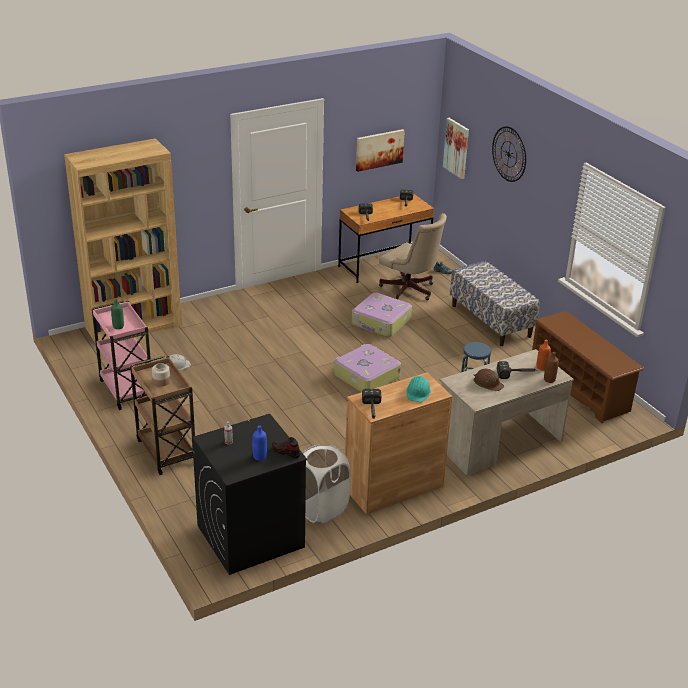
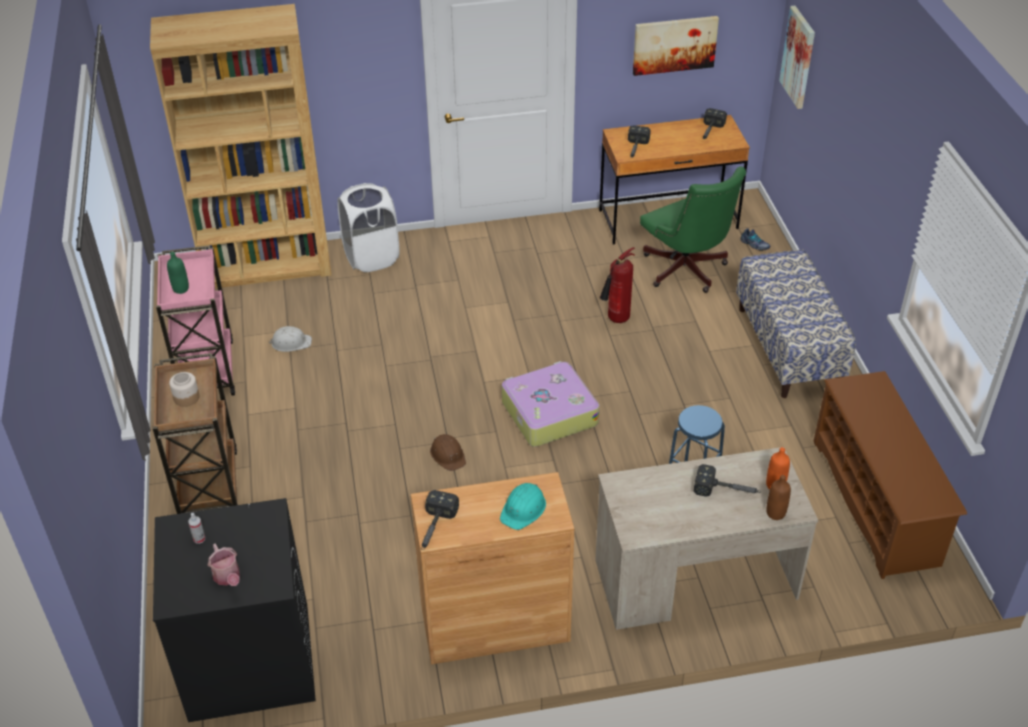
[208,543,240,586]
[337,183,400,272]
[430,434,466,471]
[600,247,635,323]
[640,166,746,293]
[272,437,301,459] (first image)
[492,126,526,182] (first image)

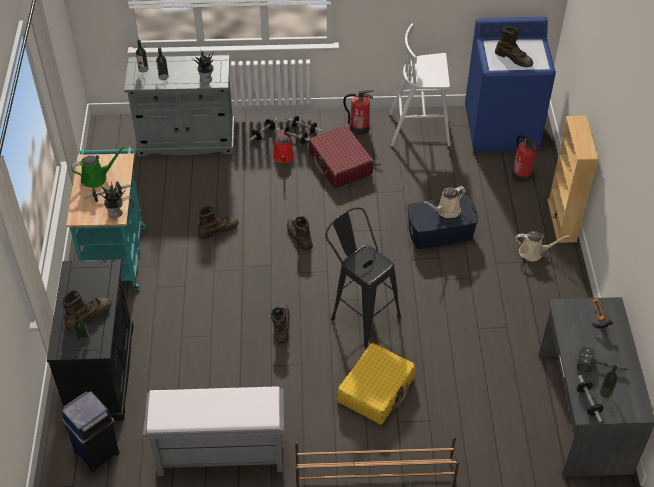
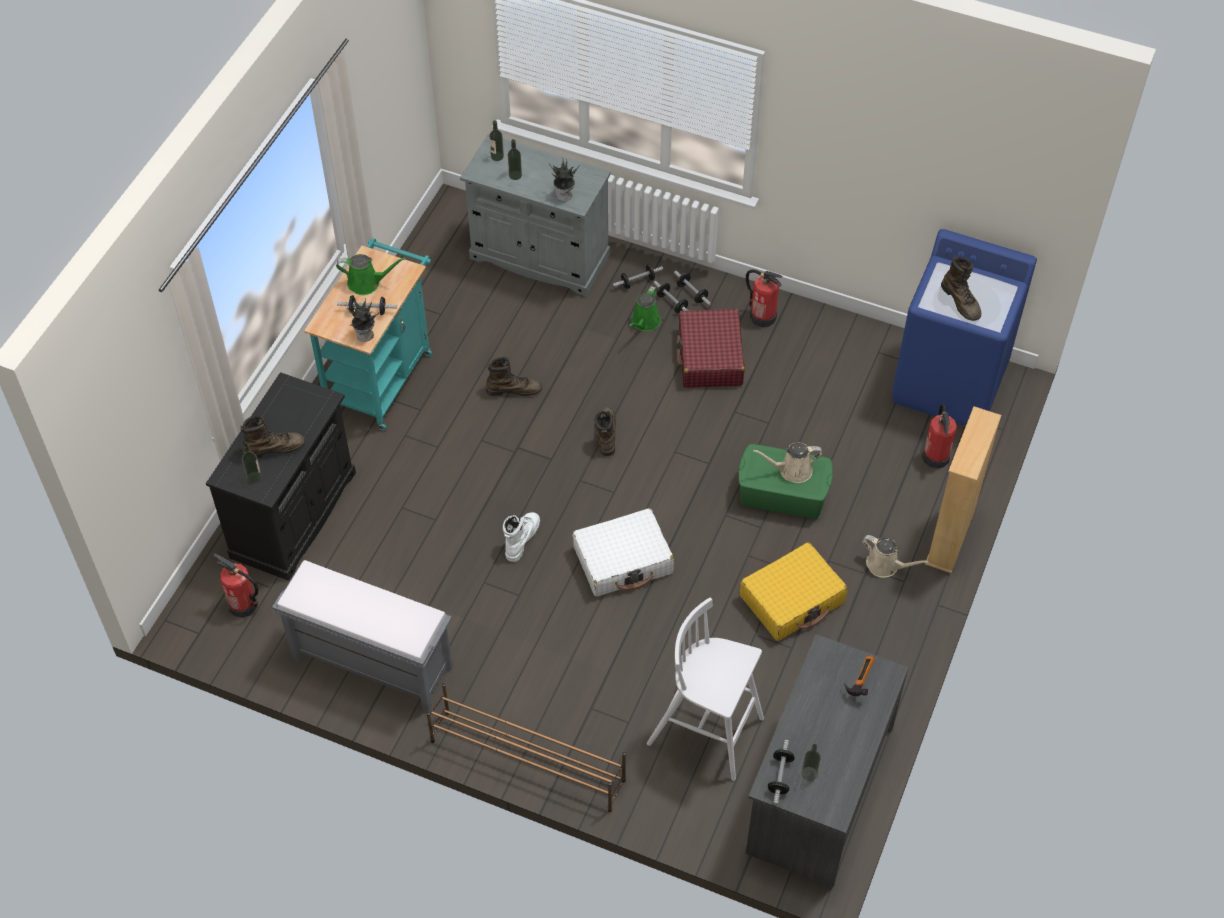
[213,554,259,618]
[503,512,540,562]
[573,508,674,597]
[629,286,661,331]
[647,598,764,781]
[738,444,833,519]
[740,542,847,641]
[577,347,629,372] (first image)

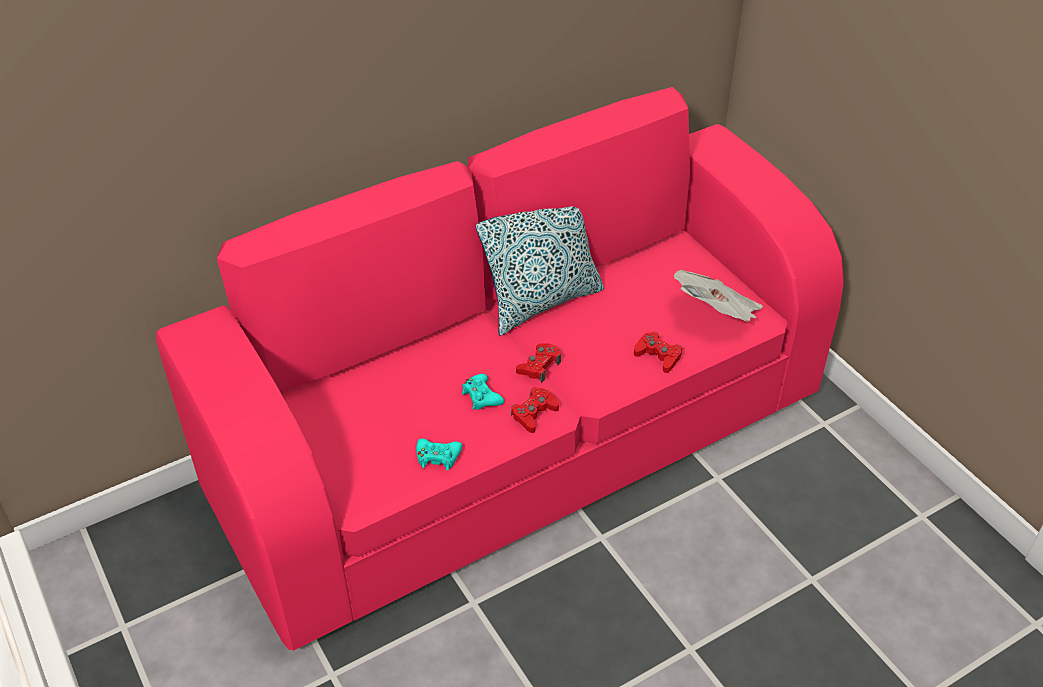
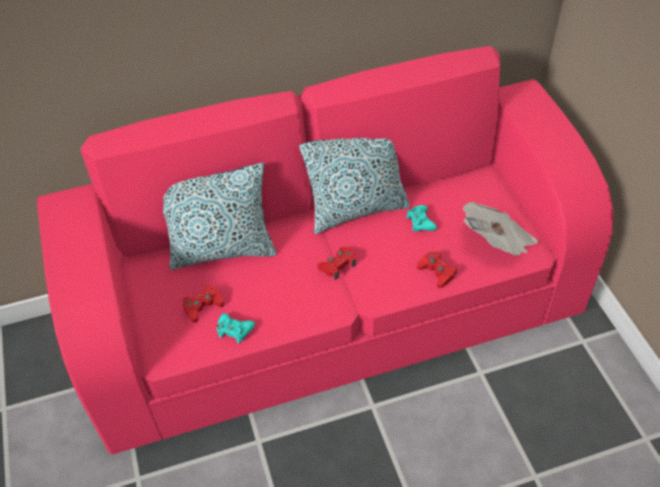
[163,163,277,270]
[182,285,224,323]
[406,205,437,232]

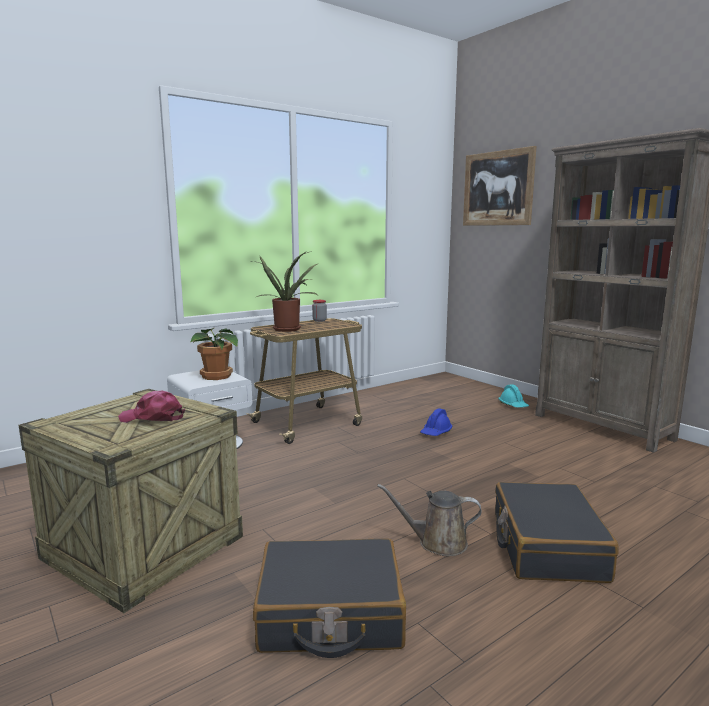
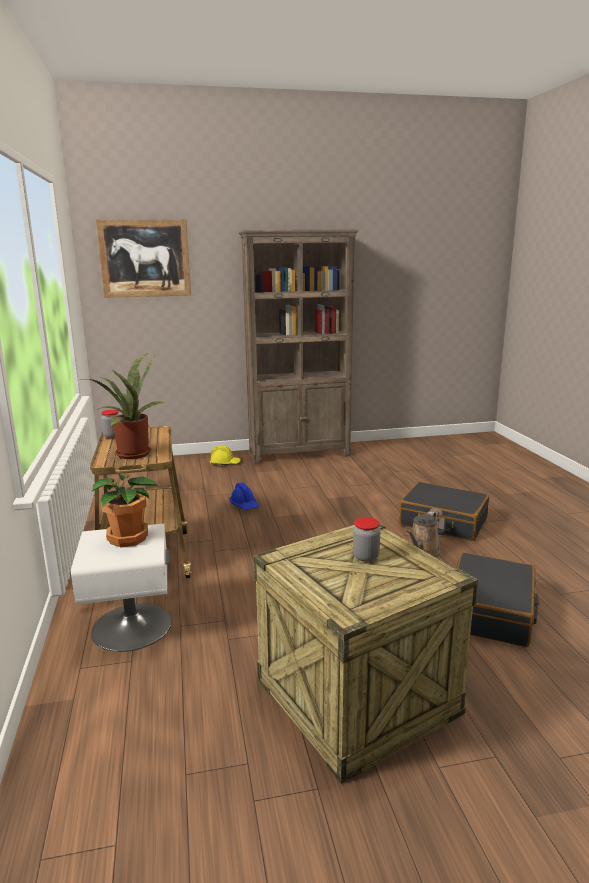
[210,446,241,466]
[353,517,380,562]

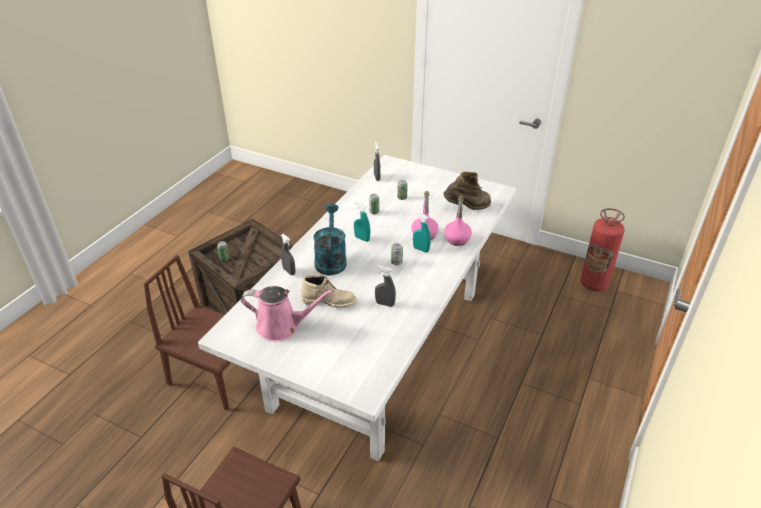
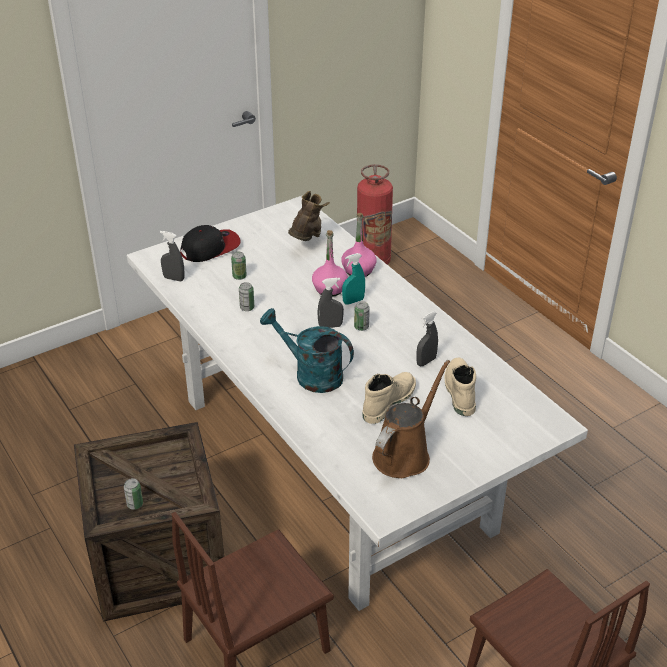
[180,225,241,262]
[317,278,344,328]
[372,360,450,478]
[445,358,476,416]
[354,202,371,242] (first image)

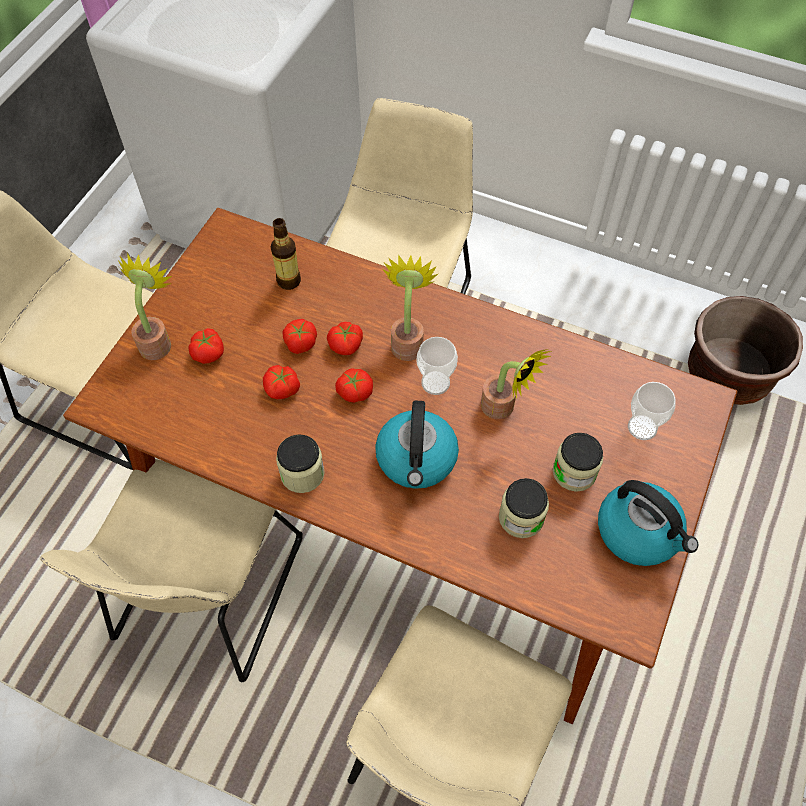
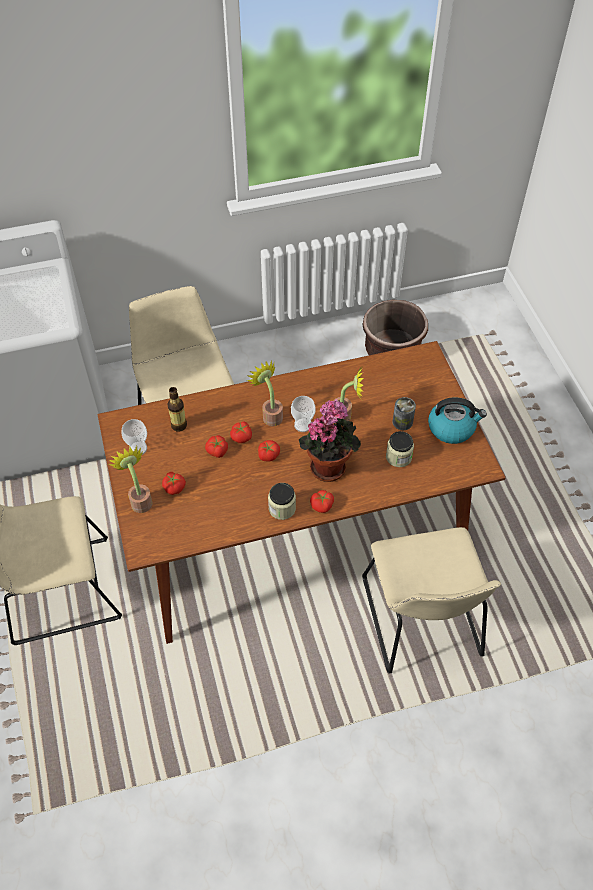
[121,419,147,455]
[299,399,361,482]
[310,490,334,513]
[392,397,416,430]
[40,459,303,682] (first image)

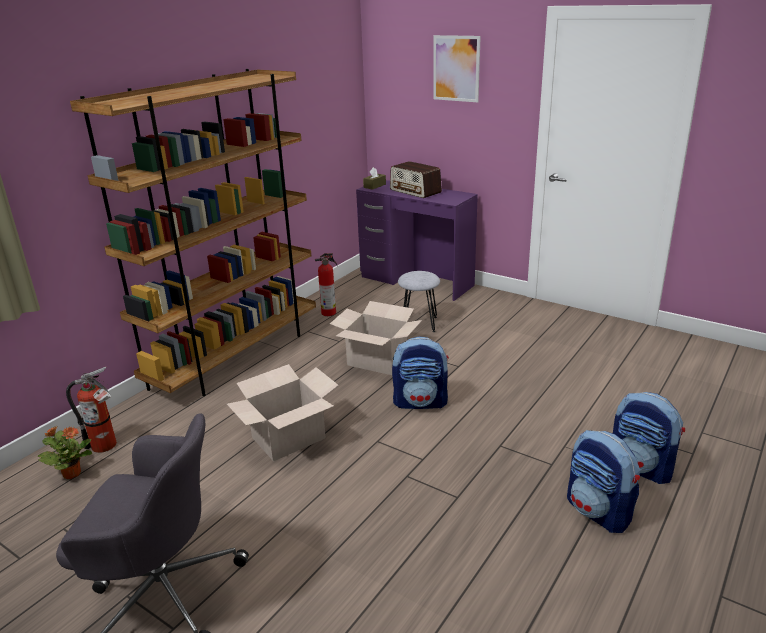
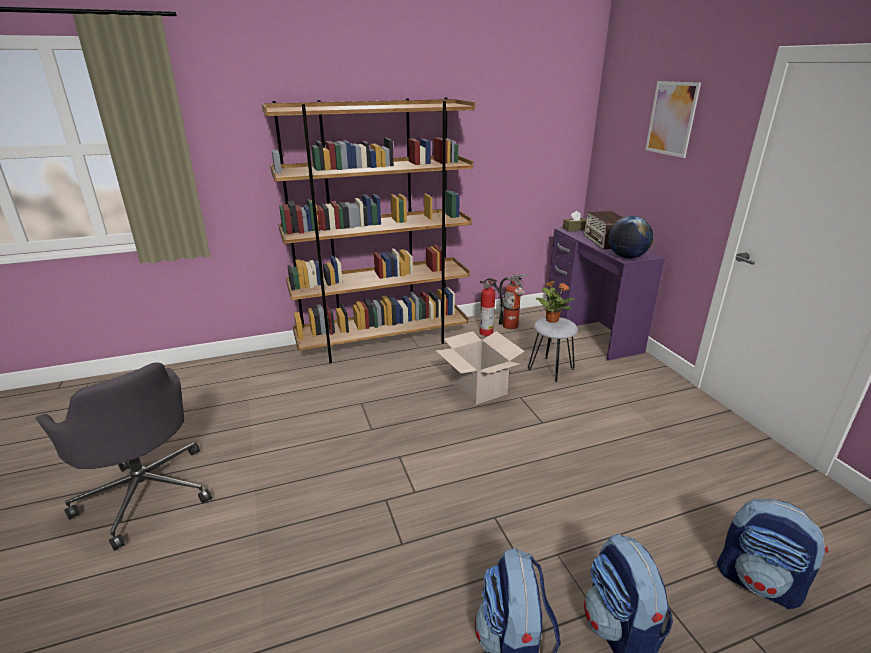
[499,274,528,329]
[535,281,575,323]
[608,216,653,259]
[717,498,828,609]
[227,364,339,461] (first image)

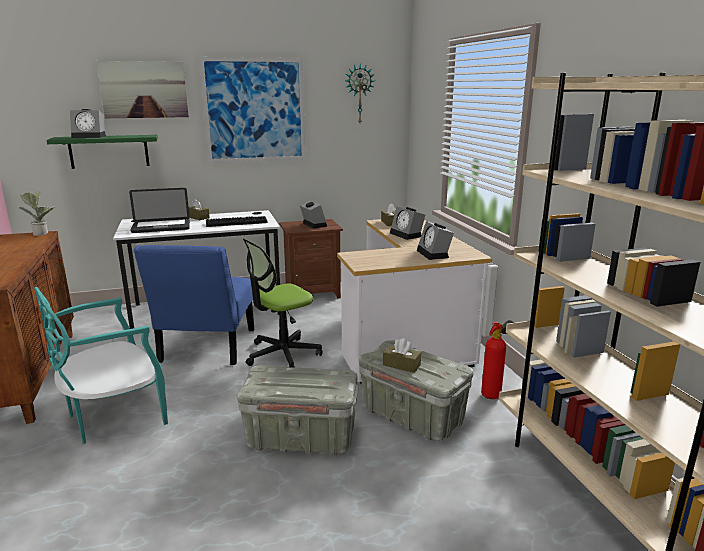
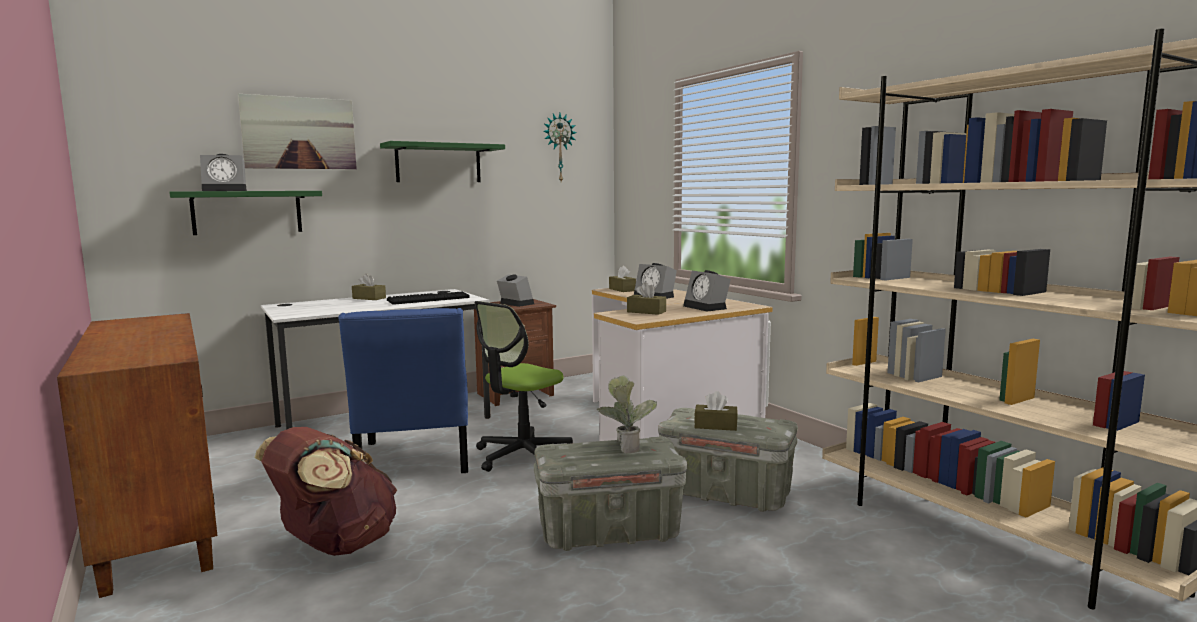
[255,427,397,556]
[380,141,505,182]
[597,375,657,454]
[627,282,666,315]
[129,188,190,233] (first image)
[481,320,514,399] (first image)

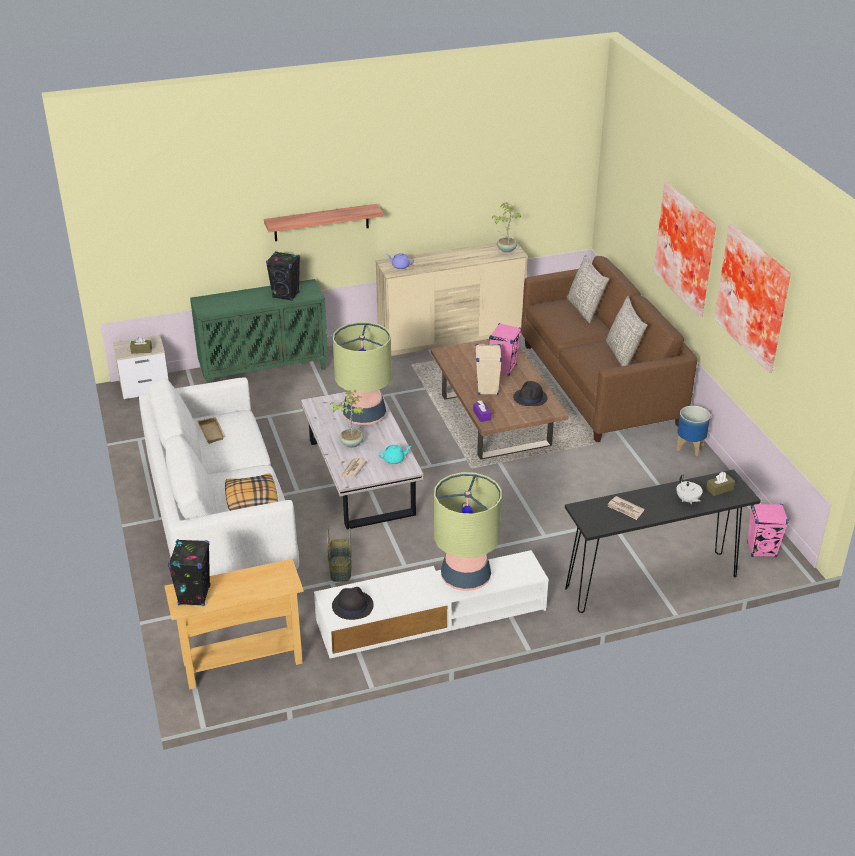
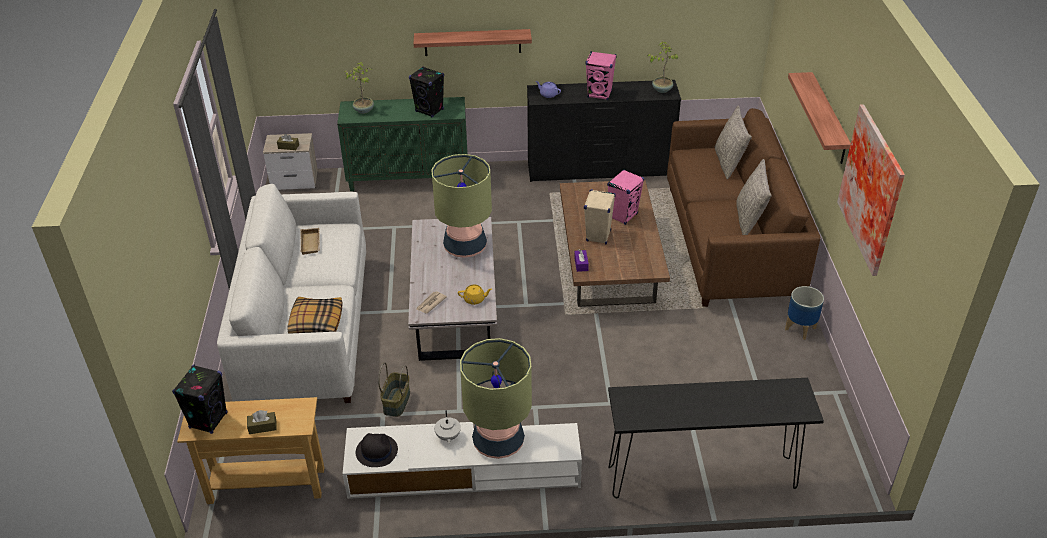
[247,410,277,434]
[345,62,374,114]
[434,410,461,443]
[458,285,492,305]
[527,80,681,182]
[586,51,617,100]
[788,72,851,164]
[513,381,548,406] (first image)
[608,496,644,520] (first image)

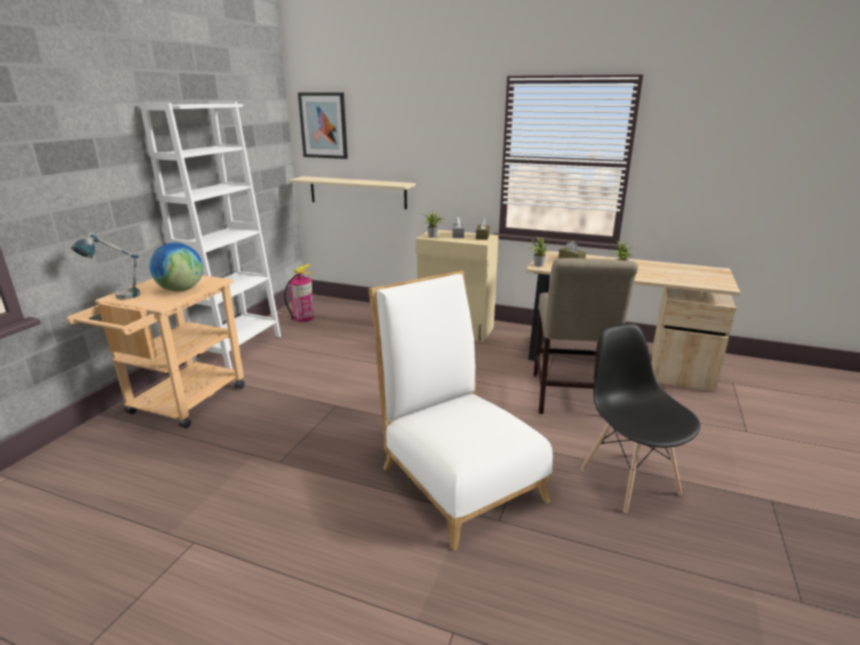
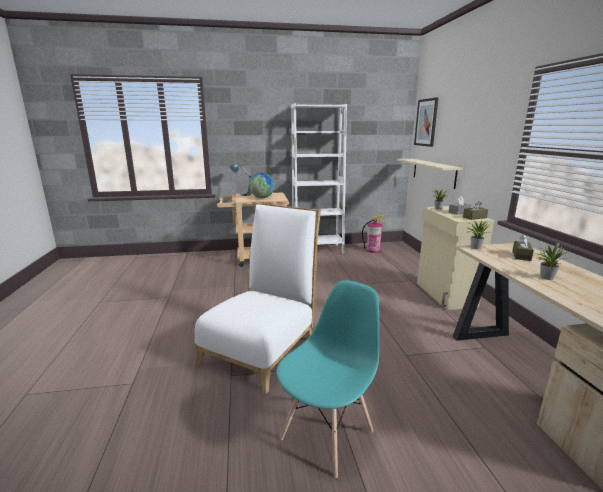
[276,280,379,478]
[534,258,638,414] (first image)

